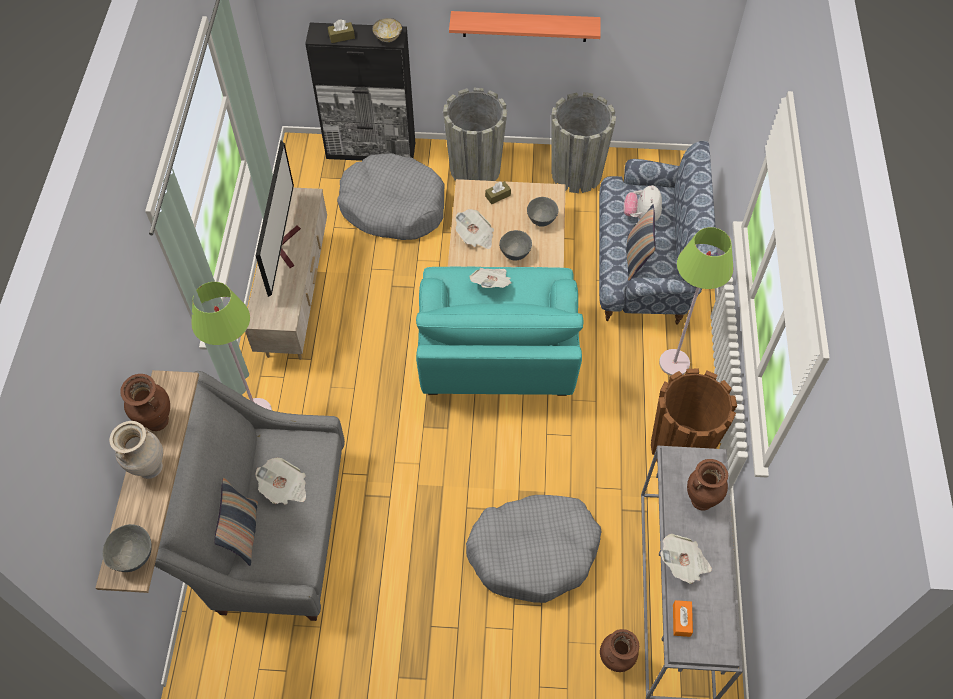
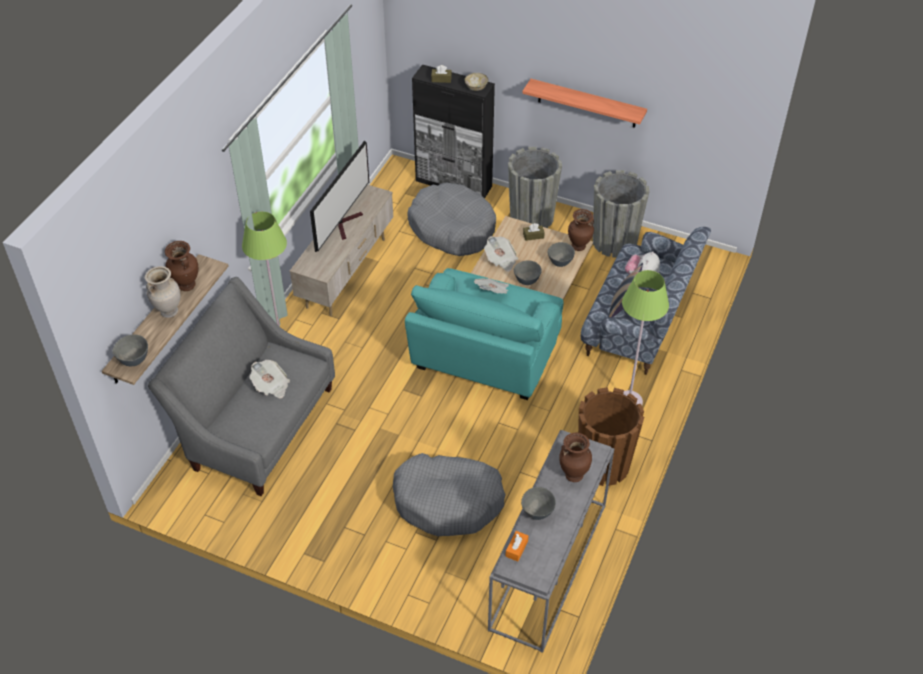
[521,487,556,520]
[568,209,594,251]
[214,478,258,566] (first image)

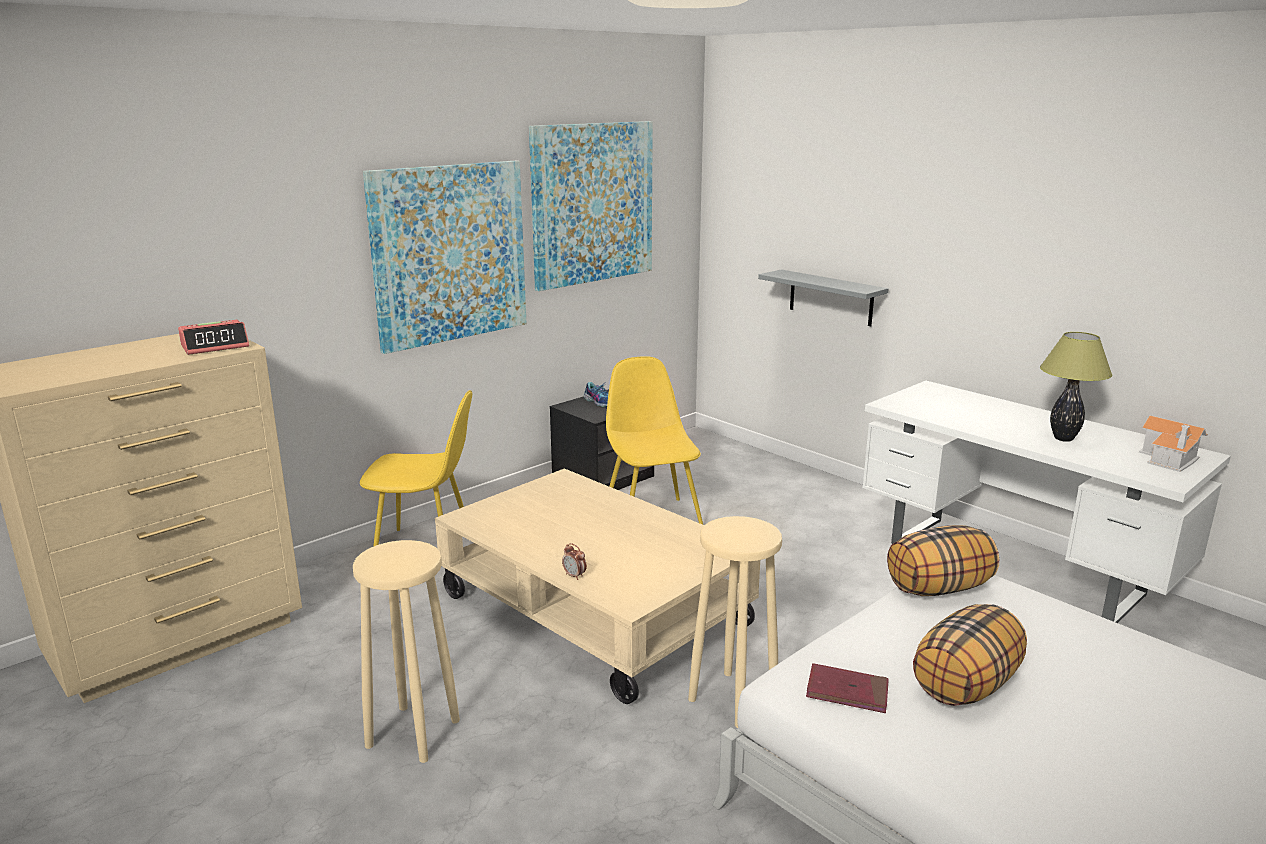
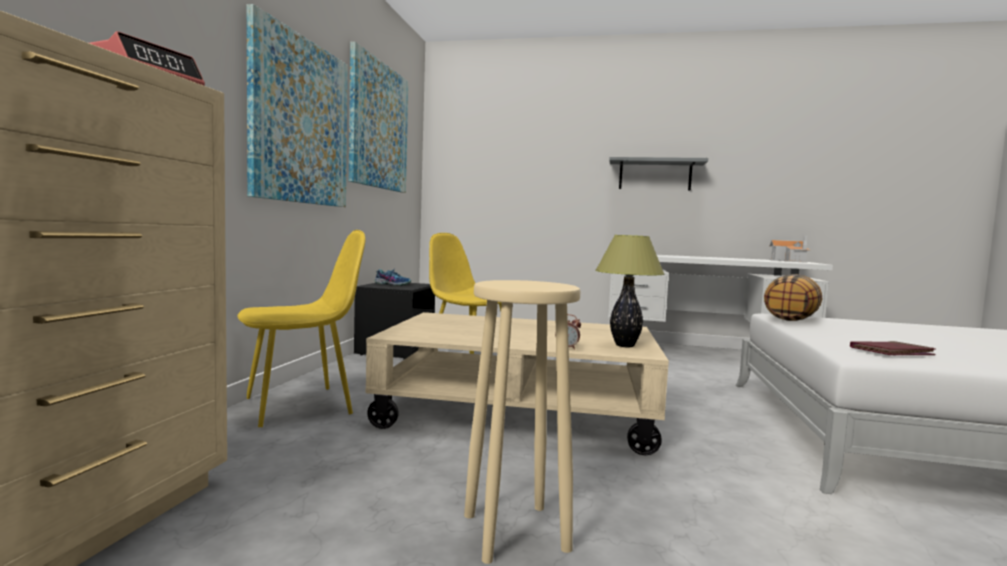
[595,235,665,347]
[609,157,708,191]
[688,516,782,728] (first image)
[913,604,1027,706] (first image)

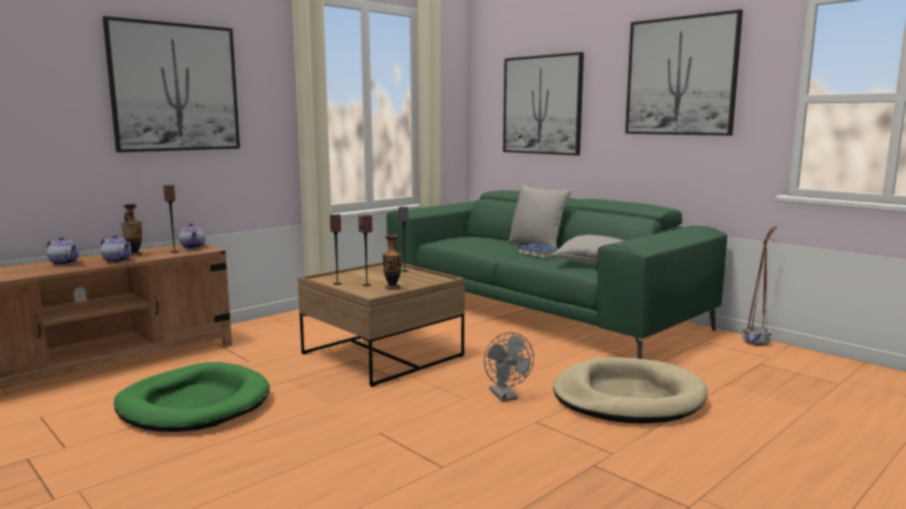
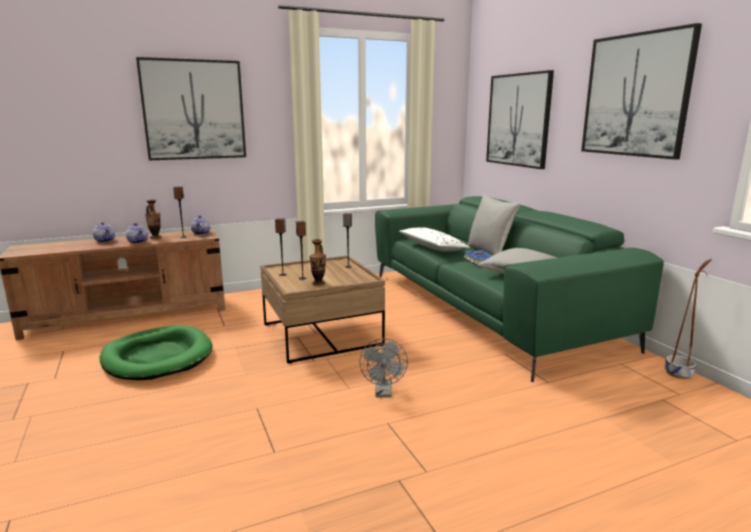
[399,227,470,252]
[553,357,708,424] (first image)

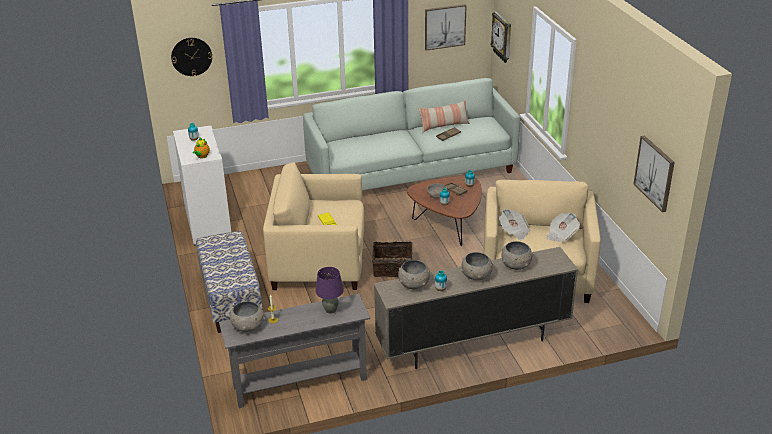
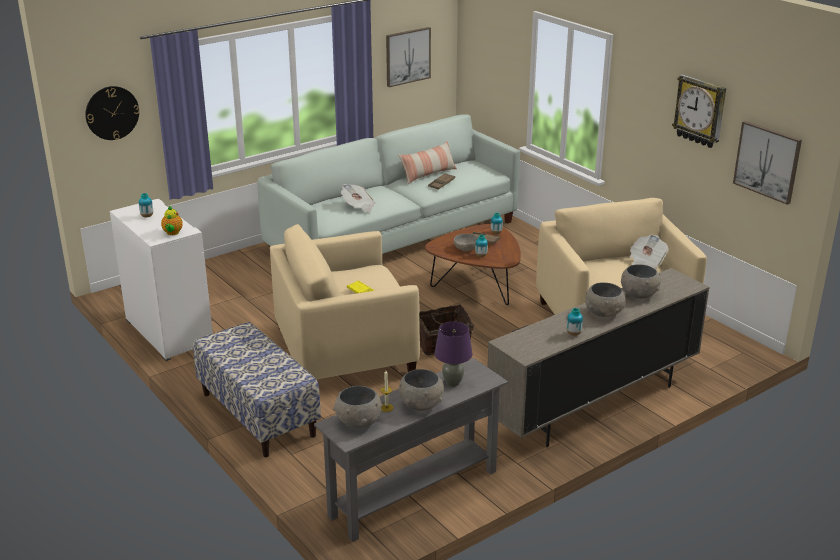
[341,184,376,212]
[399,369,444,411]
[672,74,726,148]

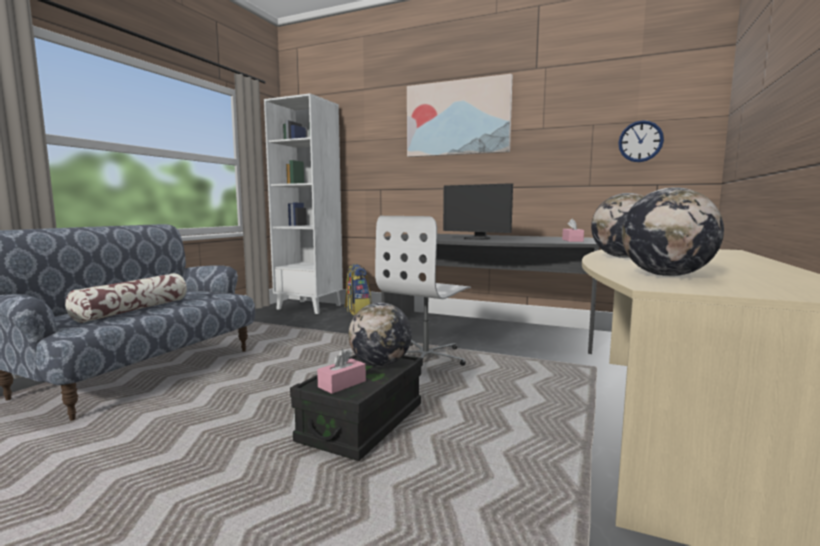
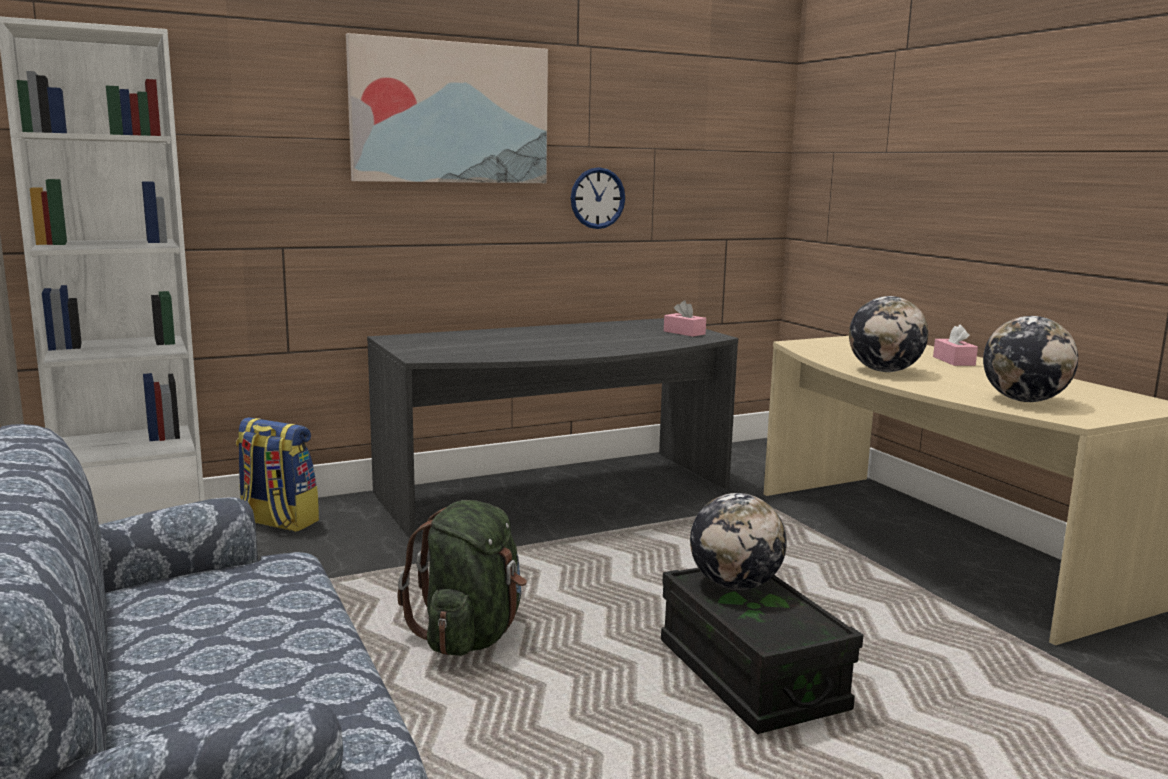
[397,500,527,656]
[571,167,625,229]
[933,324,978,366]
[65,273,187,323] (first image)
[375,216,471,366] (first image)
[443,183,513,240] (first image)

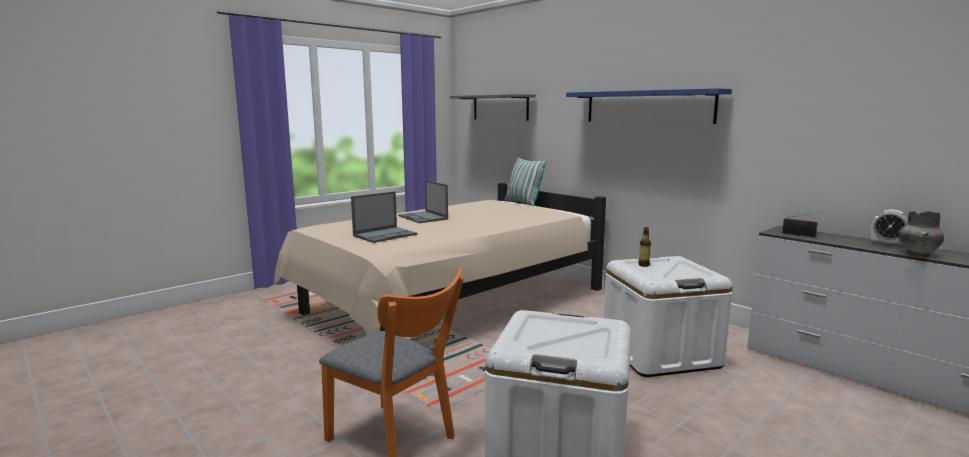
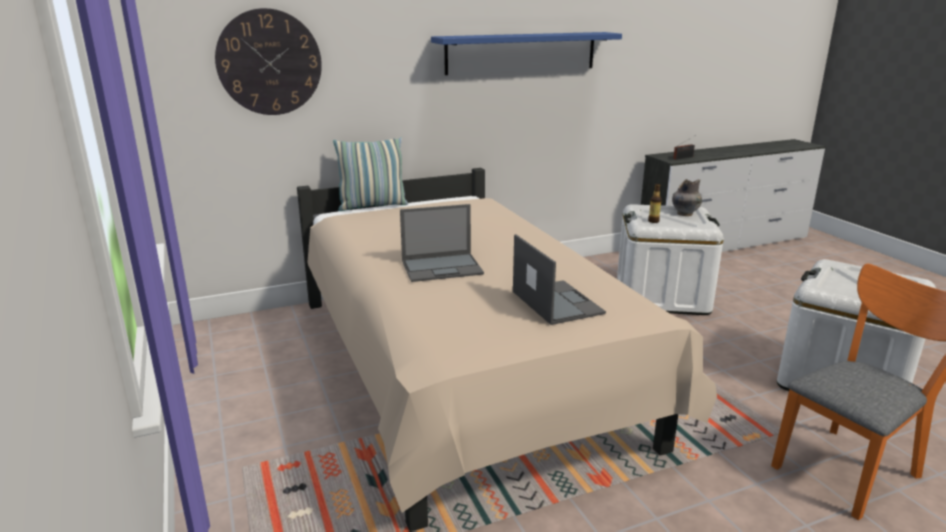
[215,8,322,115]
[672,179,702,216]
[870,210,908,247] (first image)

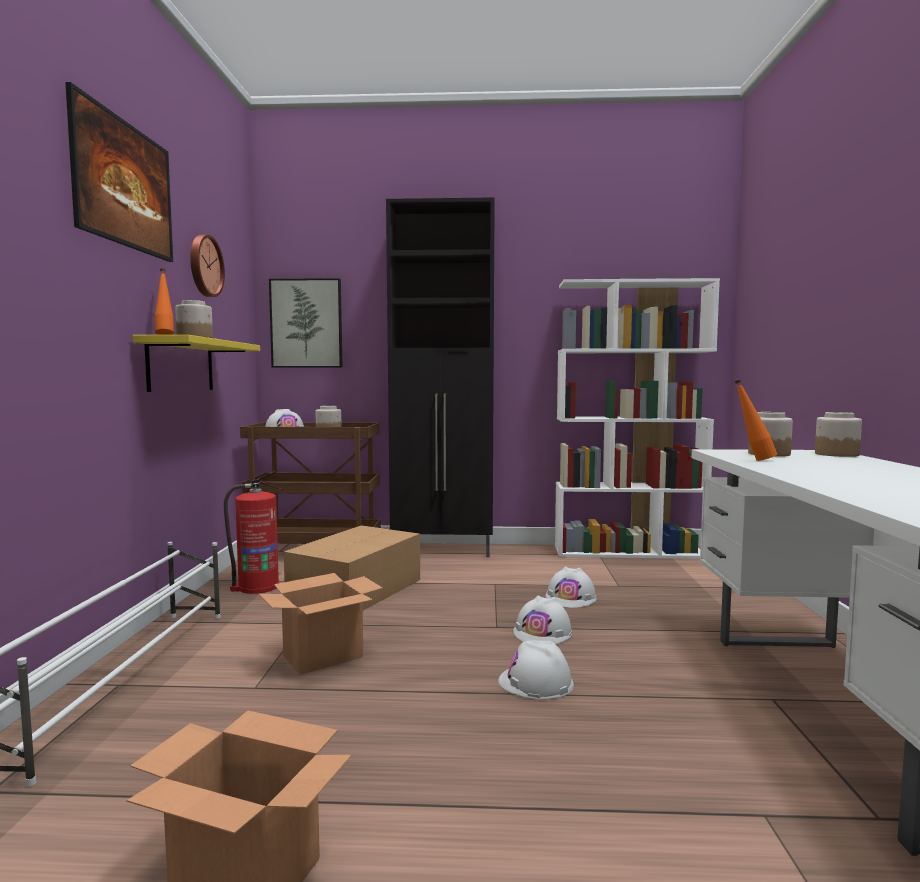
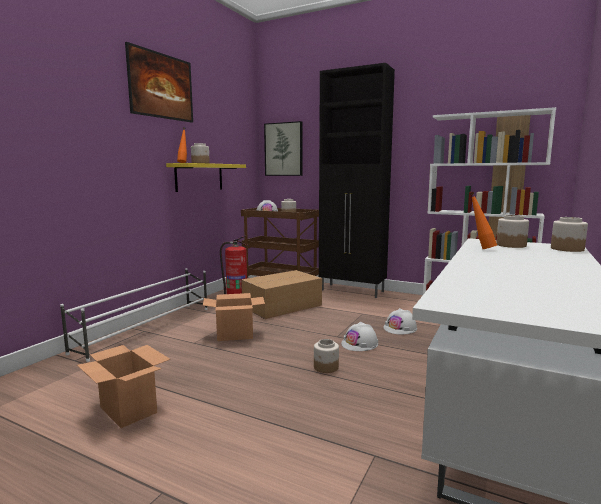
[314,339,339,373]
[190,235,225,297] (first image)

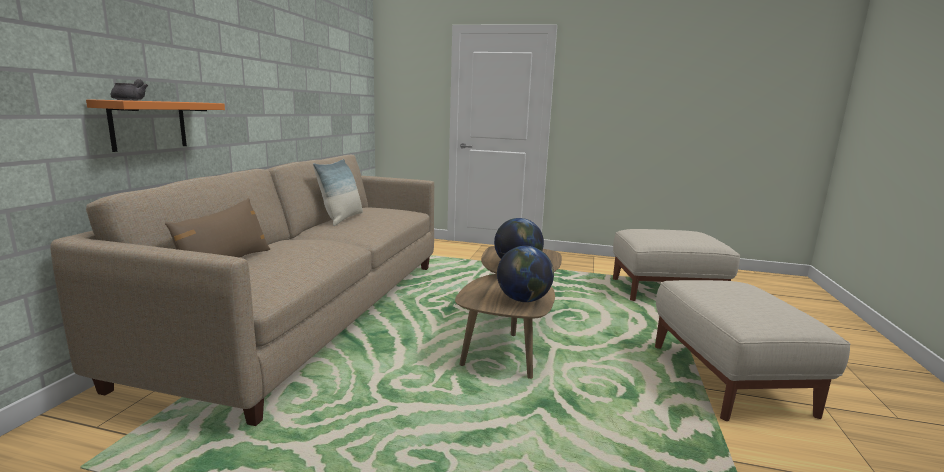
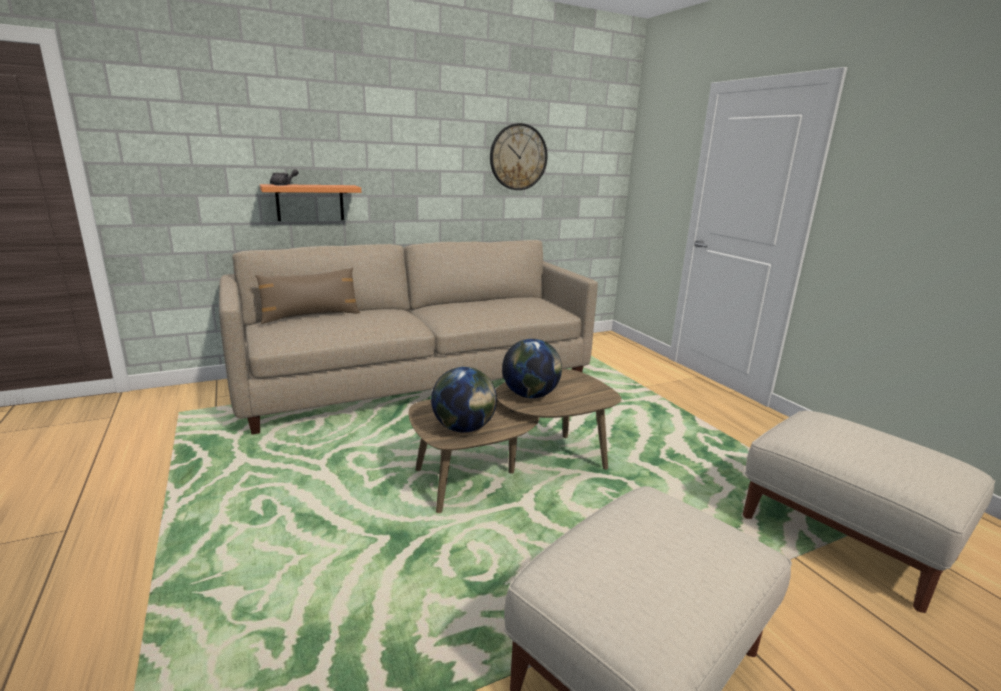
[490,123,548,190]
[313,159,363,226] (first image)

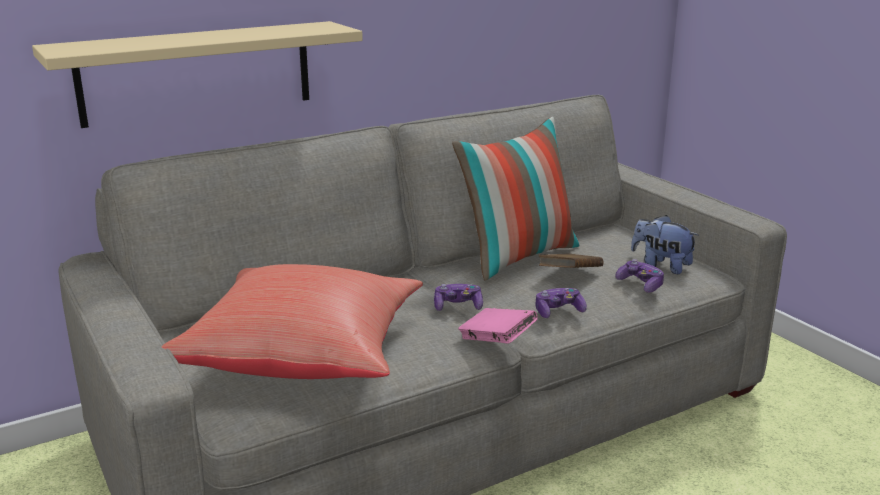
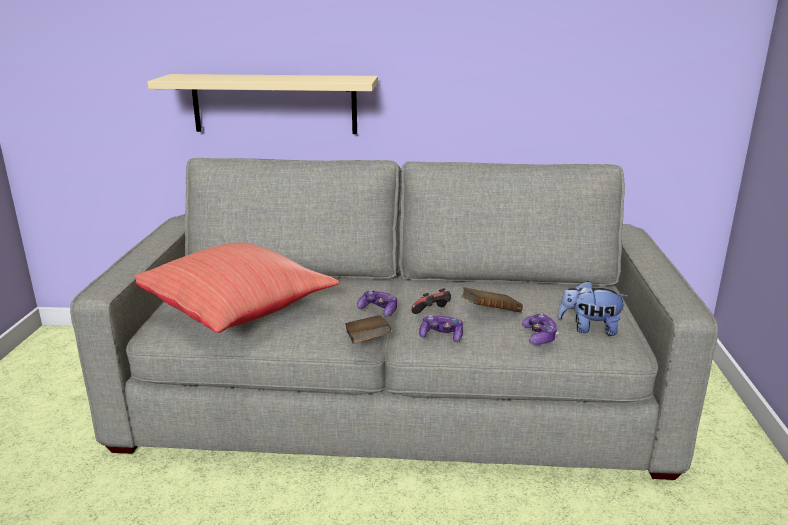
[345,315,391,344]
[411,288,451,314]
[558,281,628,336]
[452,117,580,281] (first image)

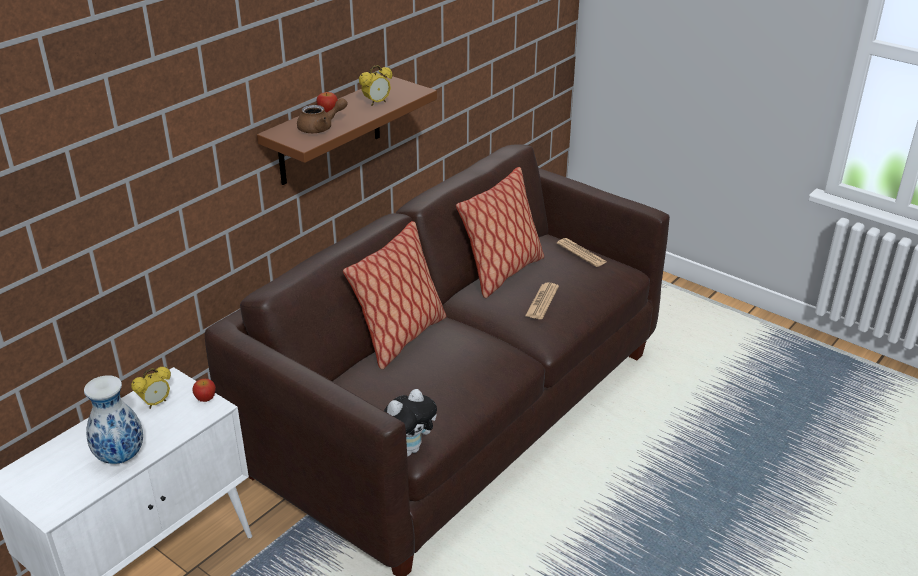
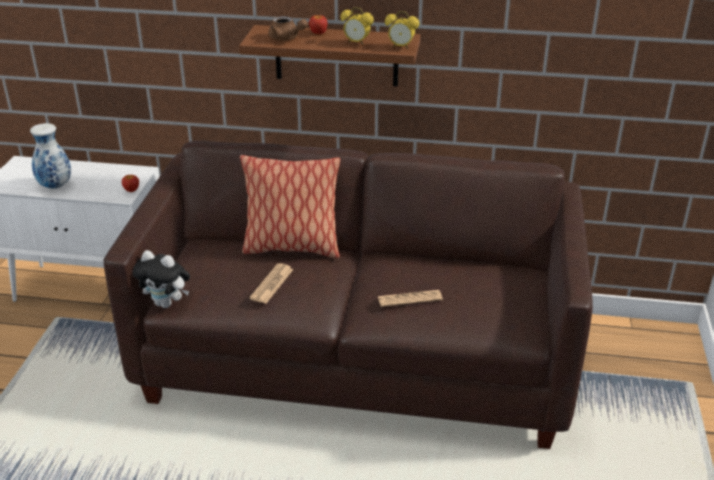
[249,263,293,304]
[385,11,419,49]
[456,167,544,298] (first image)

